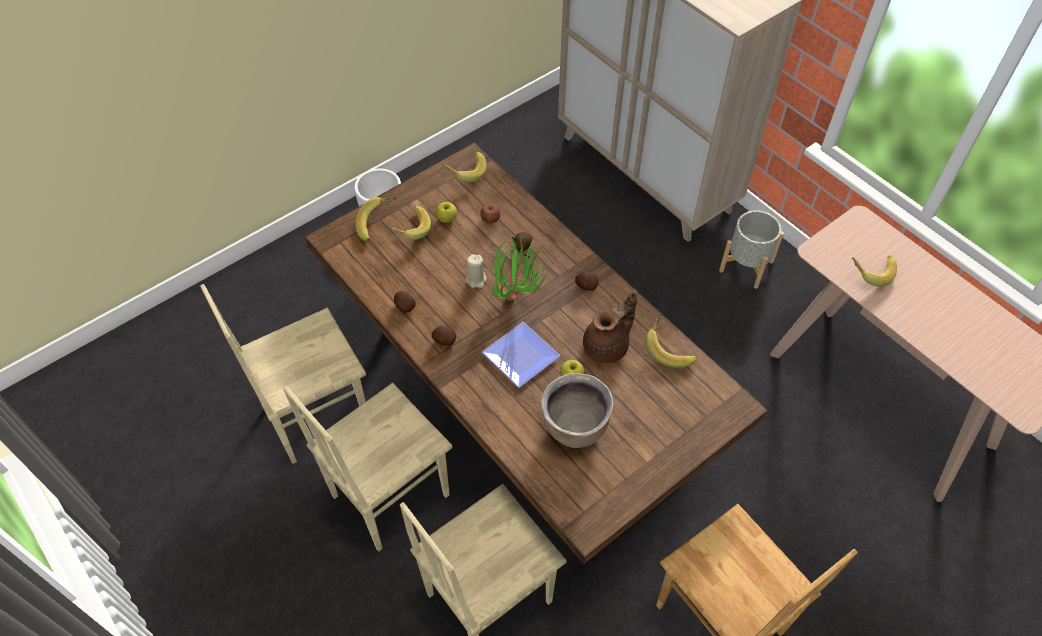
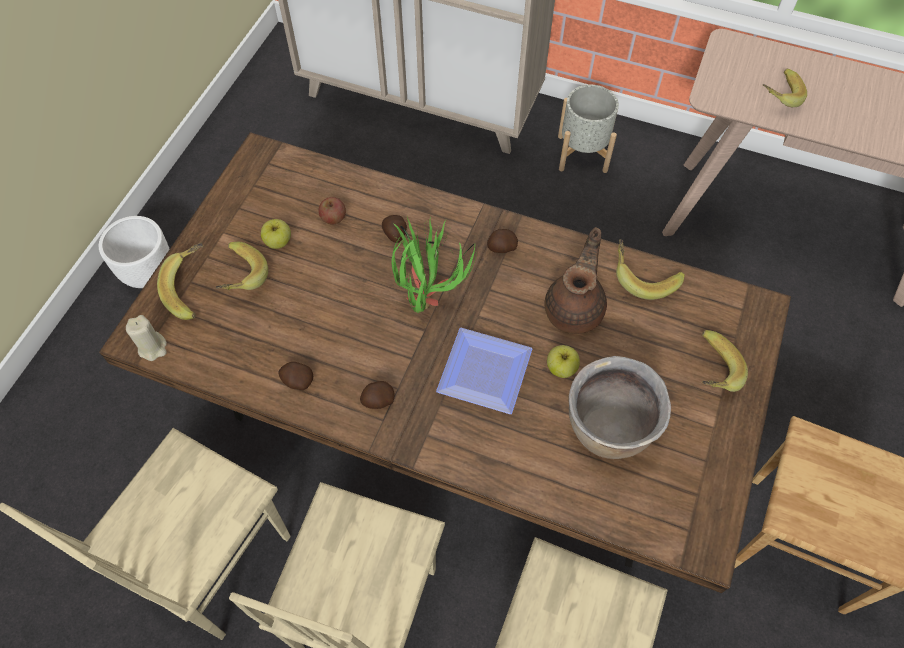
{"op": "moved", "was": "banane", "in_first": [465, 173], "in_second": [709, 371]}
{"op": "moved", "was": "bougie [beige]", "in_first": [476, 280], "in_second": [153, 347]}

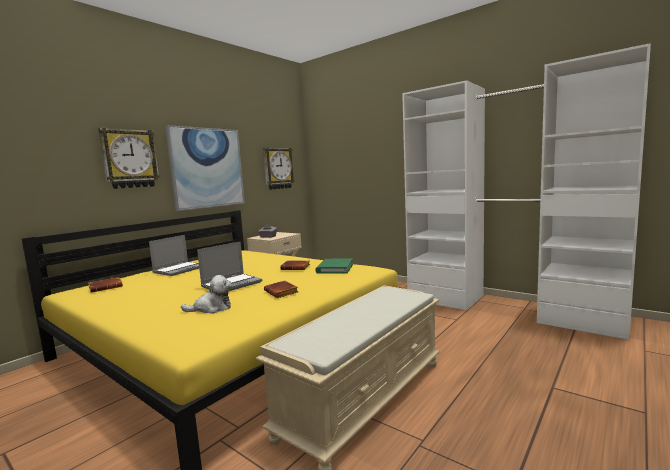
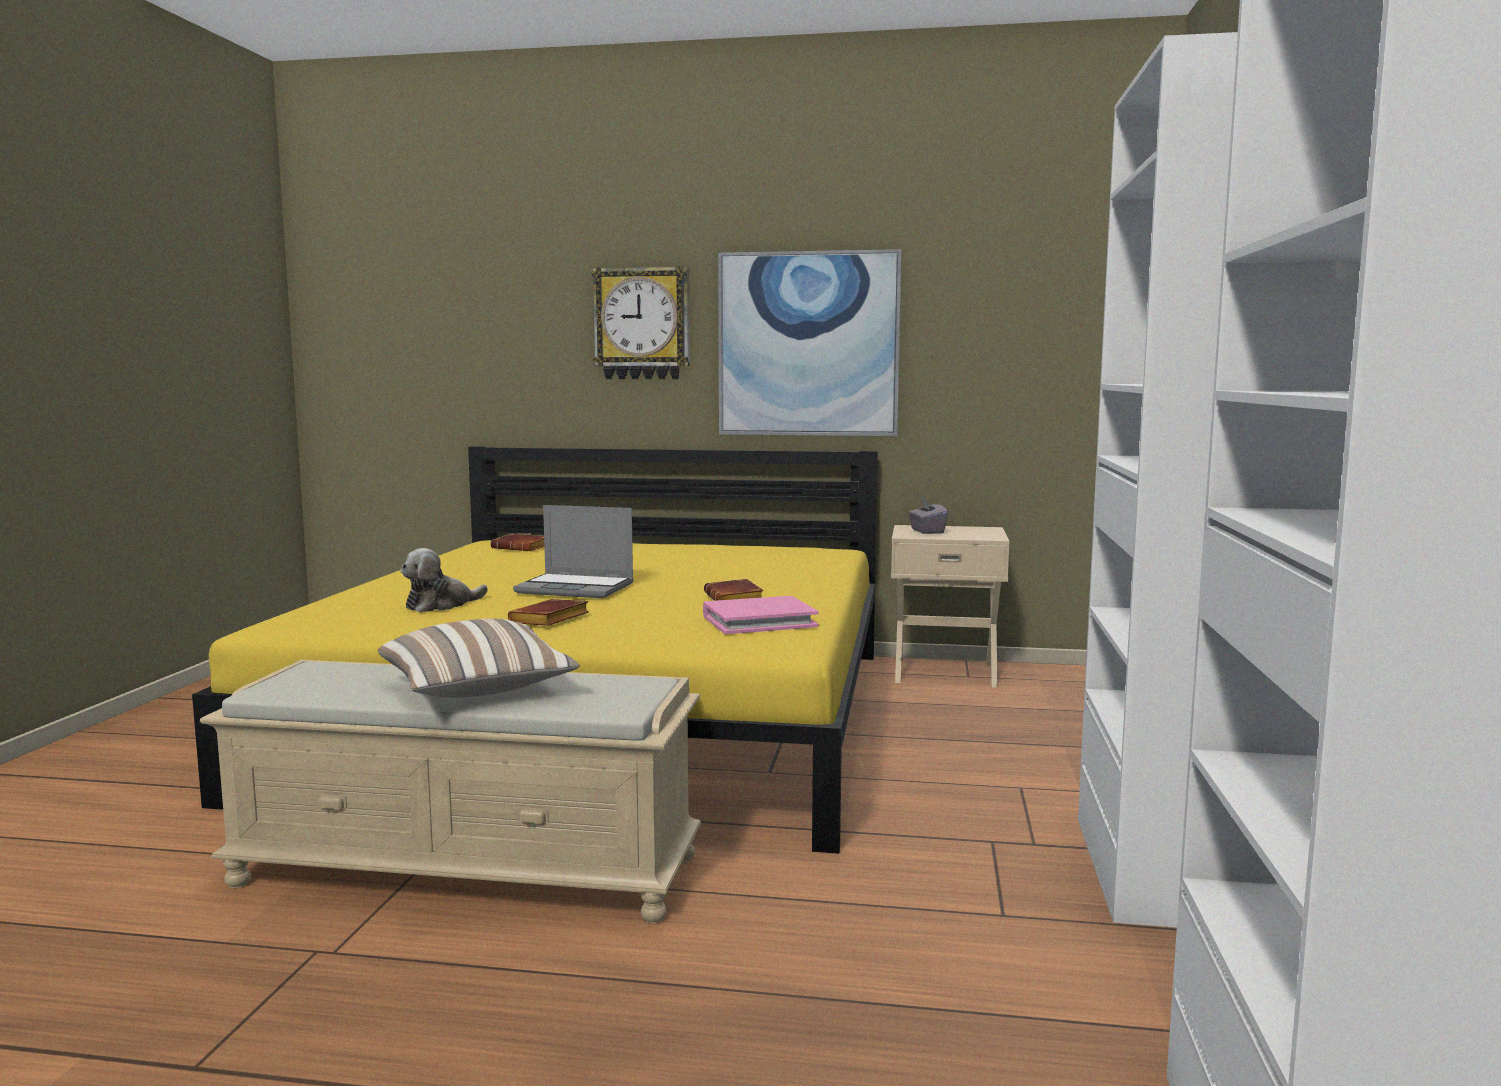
{"op": "removed", "was": "ordinateur portable", "in_first": [179, 269]}
{"op": "removed", "was": "horloge murale", "in_first": [278, 168]}
{"op": "added", "now": "coussin", "in_second": [478, 691]}
{"op": "recoloured", "was": "livre [vert]", "now": "livre [rose]", "in_first": [335, 268], "in_second": [759, 621]}
{"op": "turned", "was": "peluche", "in_first": [212, 308], "in_second": [441, 605], "clockwise": 90}

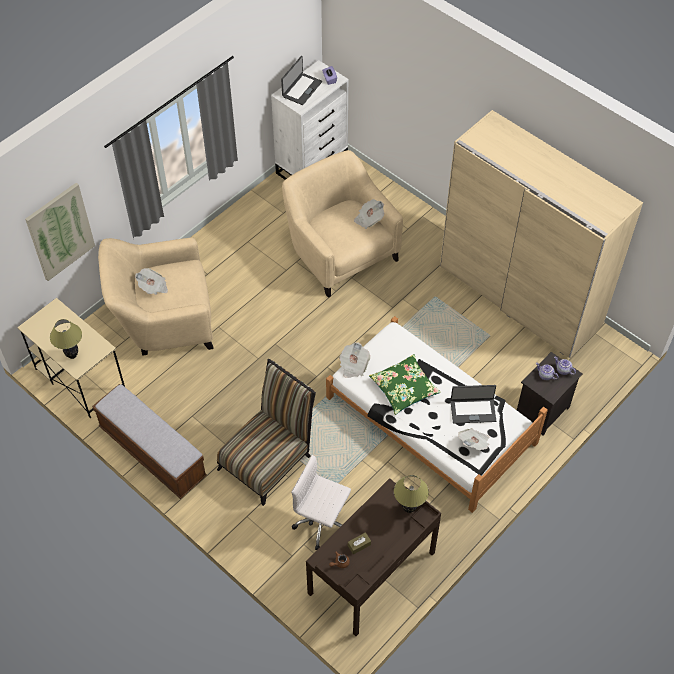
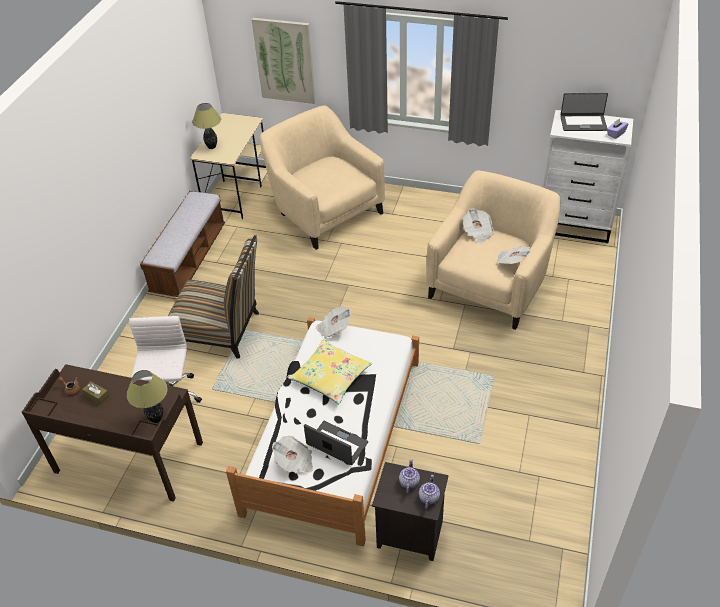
{"op": "removed", "was": "armoire [beige]", "in_first": [520, 295]}
{"op": "moved", "was": "journal", "in_first": [153, 287], "in_second": [477, 232]}
{"op": "recoloured", "was": "coussin [vert]", "now": "coussin [jaune]", "in_first": [404, 388], "in_second": [331, 377]}
{"op": "turned", "was": "ordinateur portable", "in_first": [473, 410], "in_second": [336, 444], "clockwise": 150}

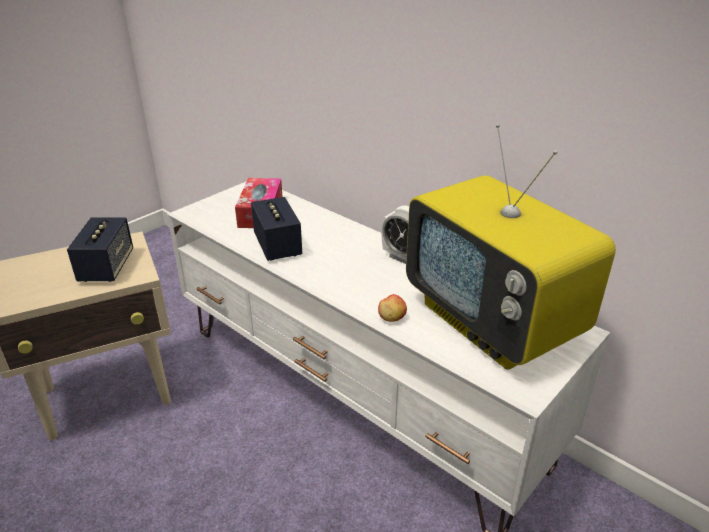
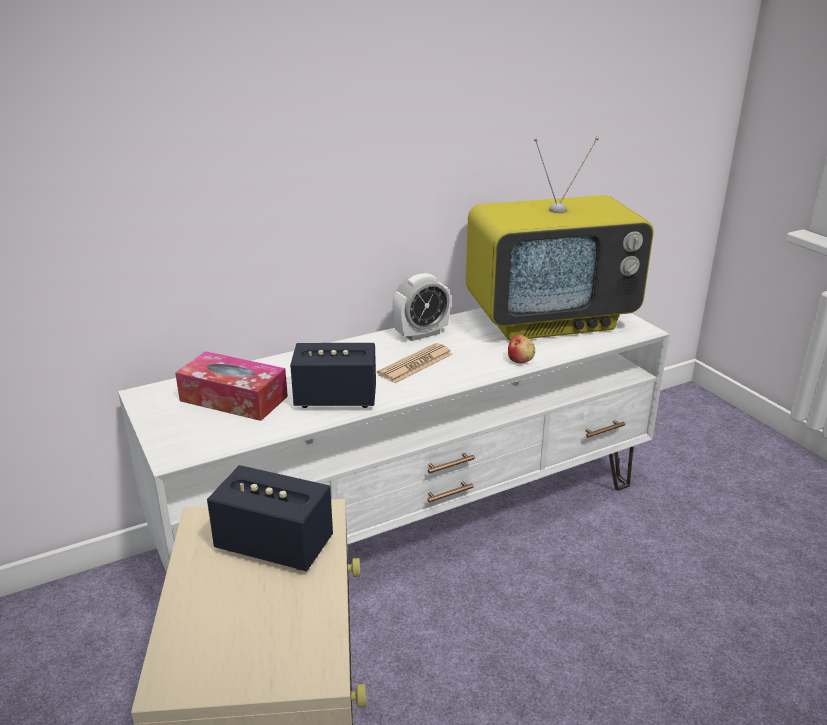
{"op": "added", "now": "journal", "in_second": [415, 364]}

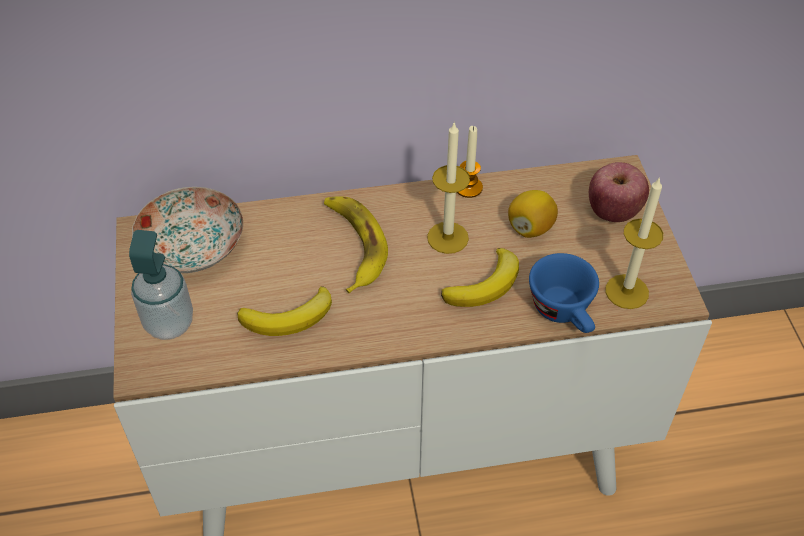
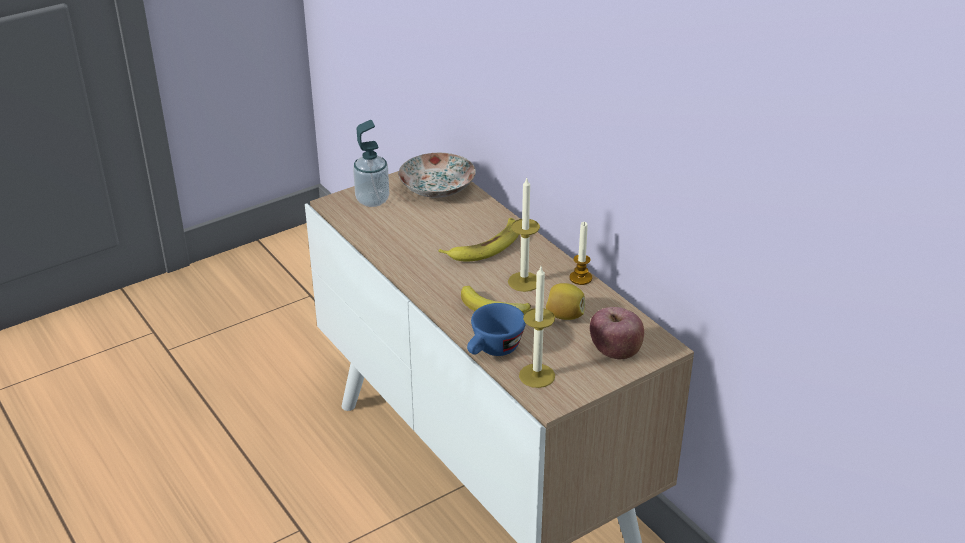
{"op": "removed", "was": "banane", "in_first": [289, 317]}

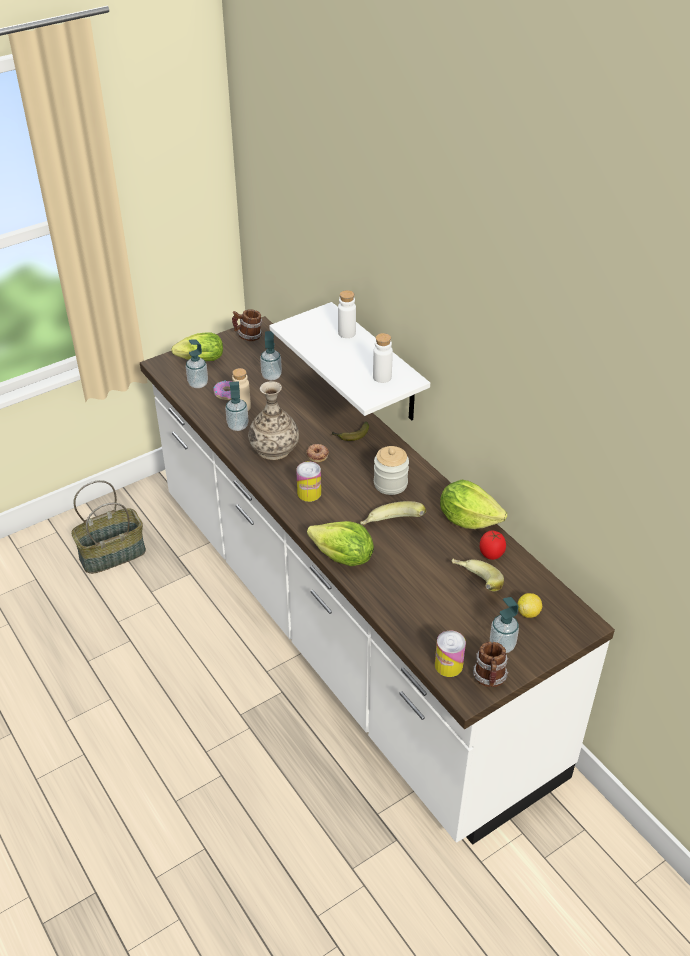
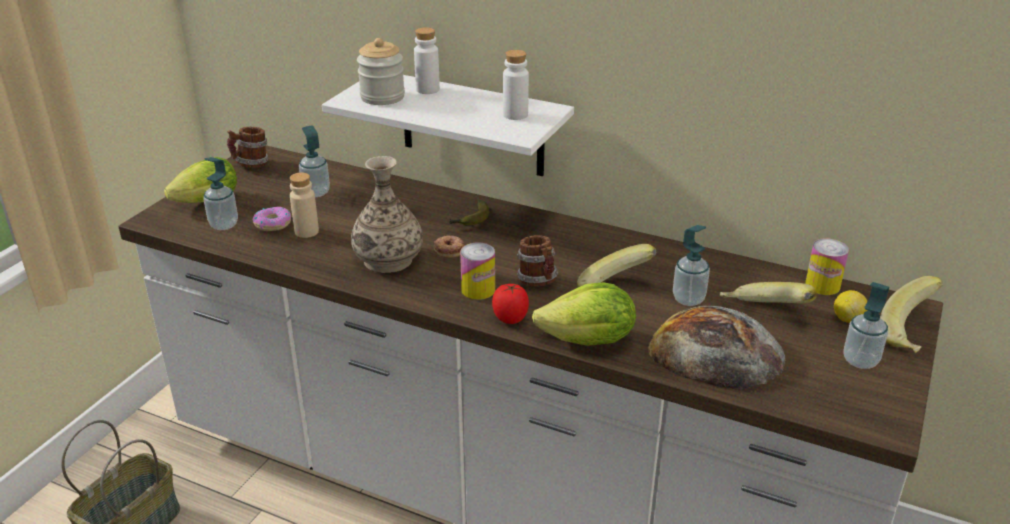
{"op": "removed", "was": "laitue", "in_first": [468, 519]}
{"op": "added", "now": "pain", "in_second": [715, 351]}
{"op": "added", "now": "banane", "in_second": [912, 335]}
{"op": "moved", "was": "distributeur de savon", "in_first": [238, 426], "in_second": [688, 299]}
{"op": "moved", "was": "bocal", "in_first": [390, 484], "in_second": [382, 97]}
{"op": "moved", "was": "boîte métallique", "in_first": [448, 665], "in_second": [822, 285]}
{"op": "moved", "was": "mug", "in_first": [490, 679], "in_second": [539, 281]}
{"op": "moved", "was": "tomate", "in_first": [491, 554], "in_second": [510, 318]}

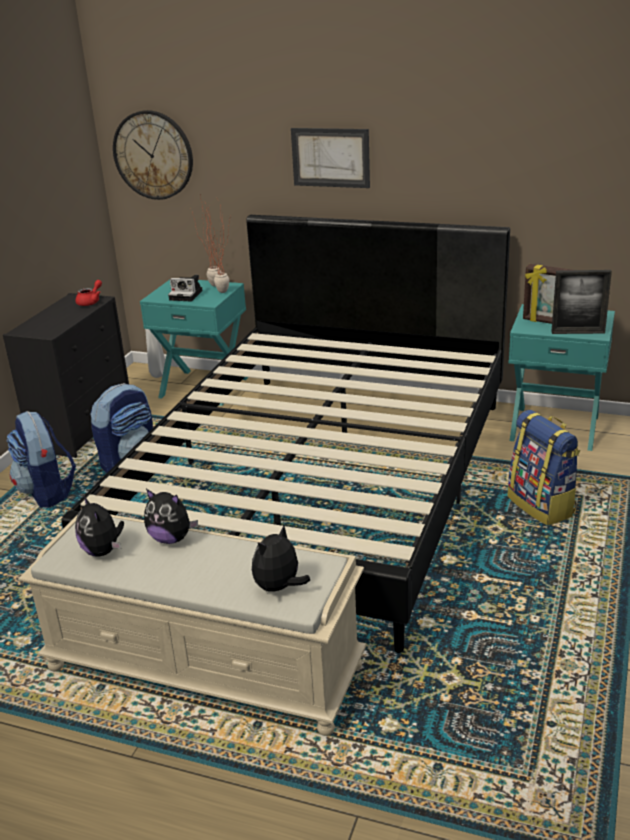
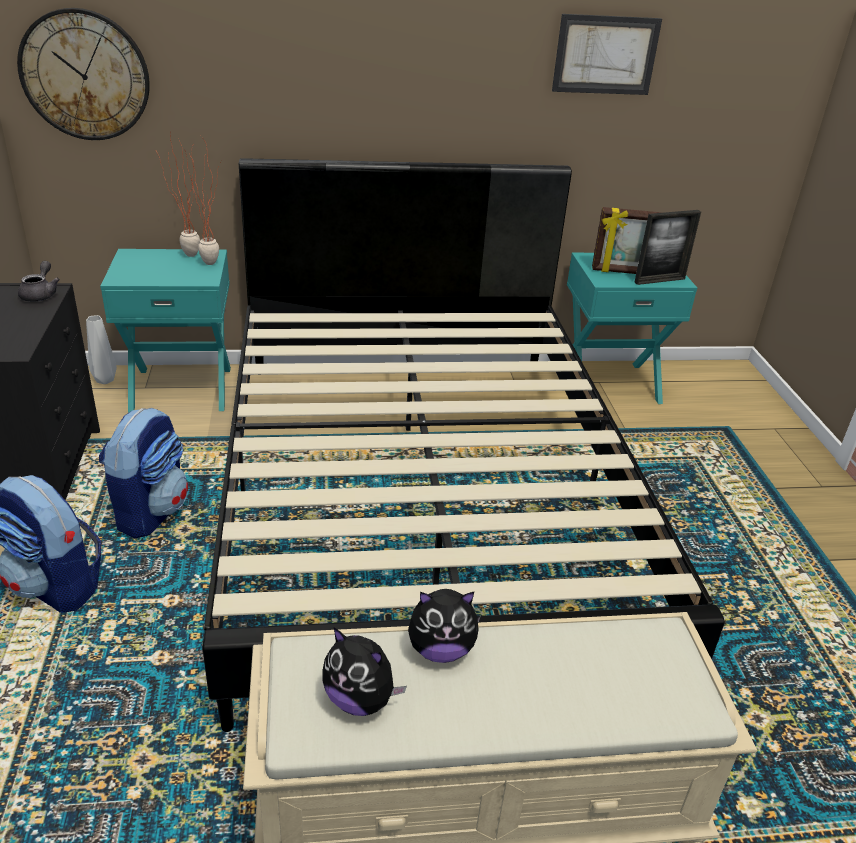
{"op": "removed", "was": "appareil photo", "in_first": [187, 295]}
{"op": "removed", "was": "peluche", "in_first": [279, 588]}
{"op": "removed", "was": "sac à dos", "in_first": [542, 506]}
{"op": "moved", "was": "tableau", "in_first": [330, 157], "in_second": [605, 55]}
{"op": "recoloured", "was": "théière [rouge]", "now": "théière [gris]", "in_first": [90, 302], "in_second": [41, 294]}

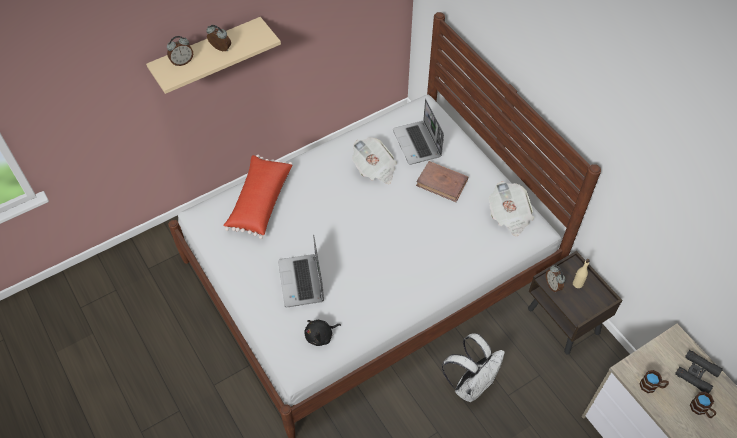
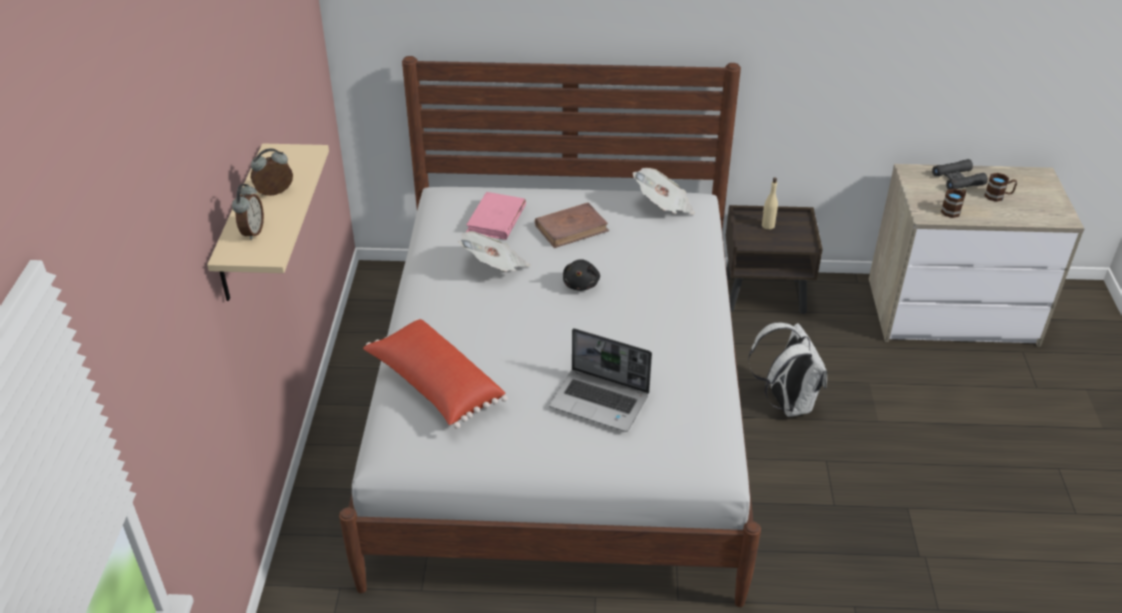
{"op": "removed", "was": "réveil", "in_first": [553, 285]}
{"op": "moved", "was": "peluche [noir]", "in_first": [321, 336], "in_second": [581, 284]}
{"op": "replaced", "was": "ordinateur portable", "now": "livre [rose]", "in_first": [417, 144], "in_second": [496, 219]}

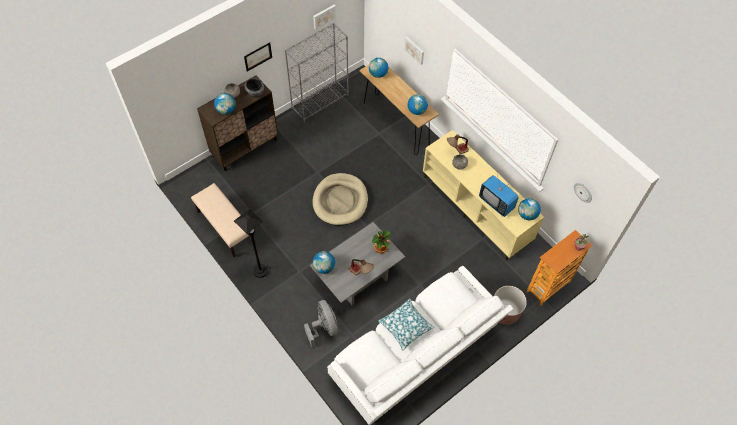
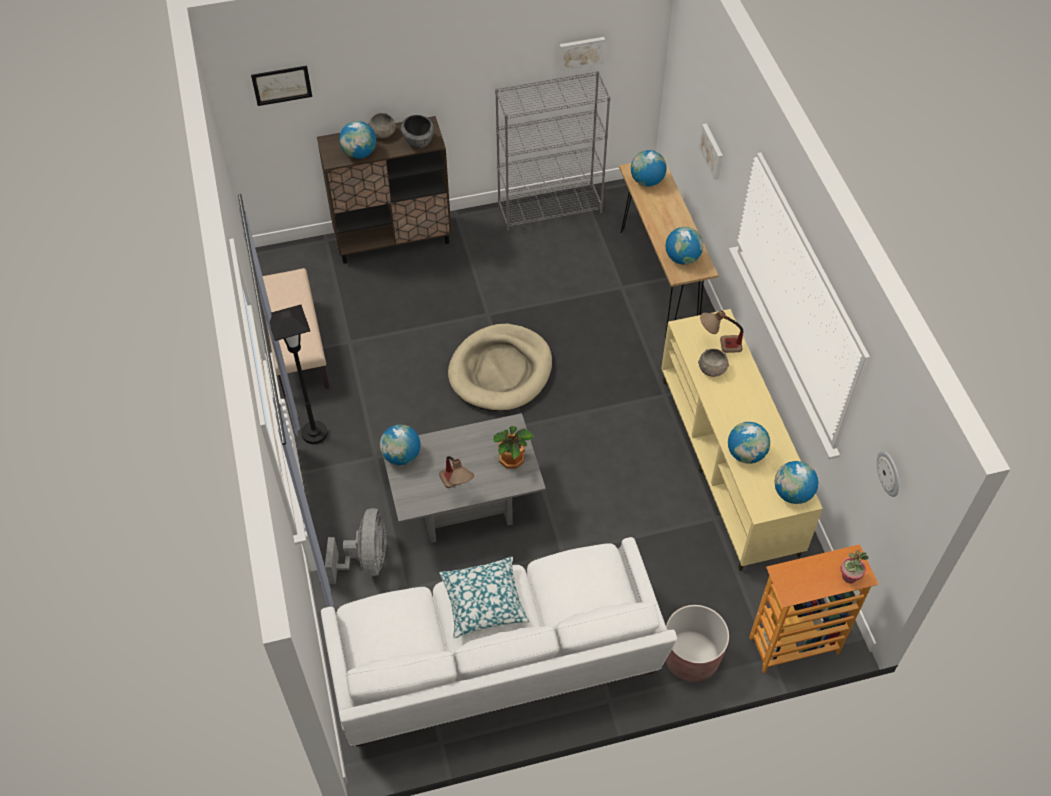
{"op": "moved", "was": "tableau", "in_first": [258, 56], "in_second": [282, 85]}
{"op": "replaced", "was": "téléviseur", "now": "globe", "in_first": [496, 203], "in_second": [746, 454]}

